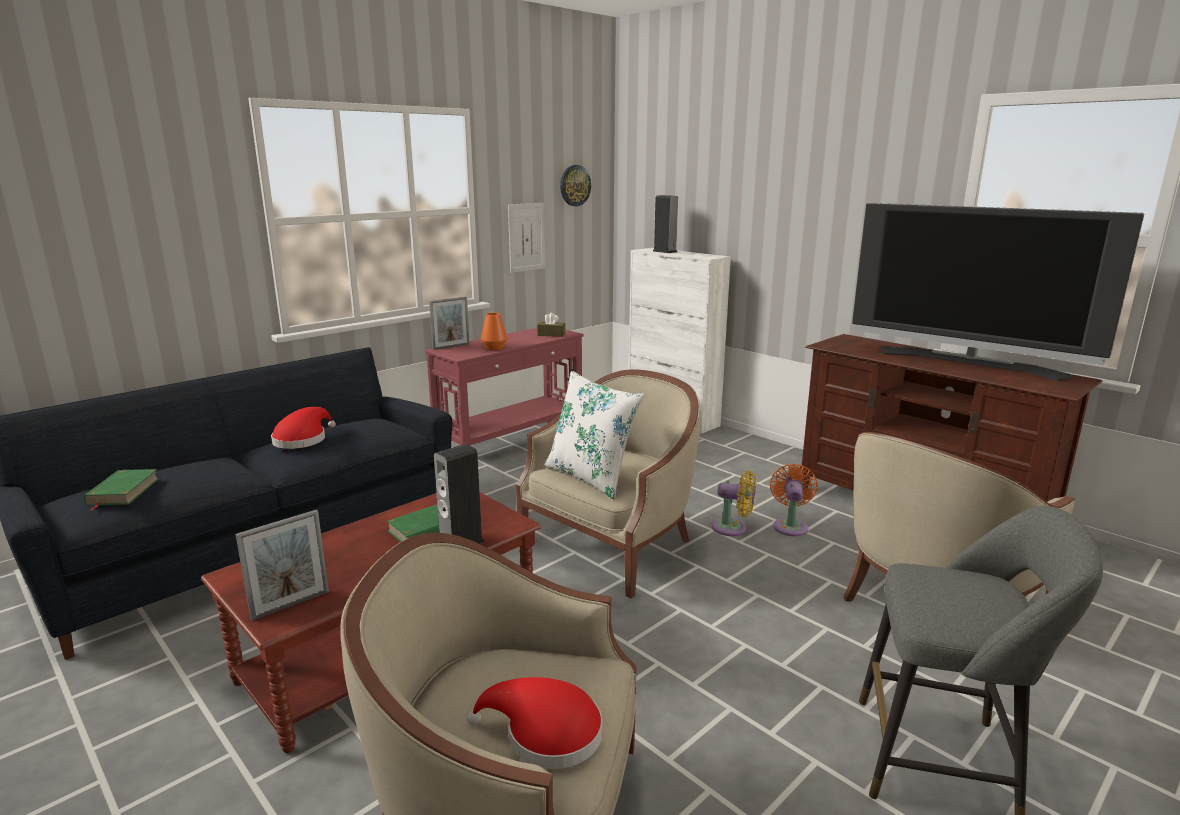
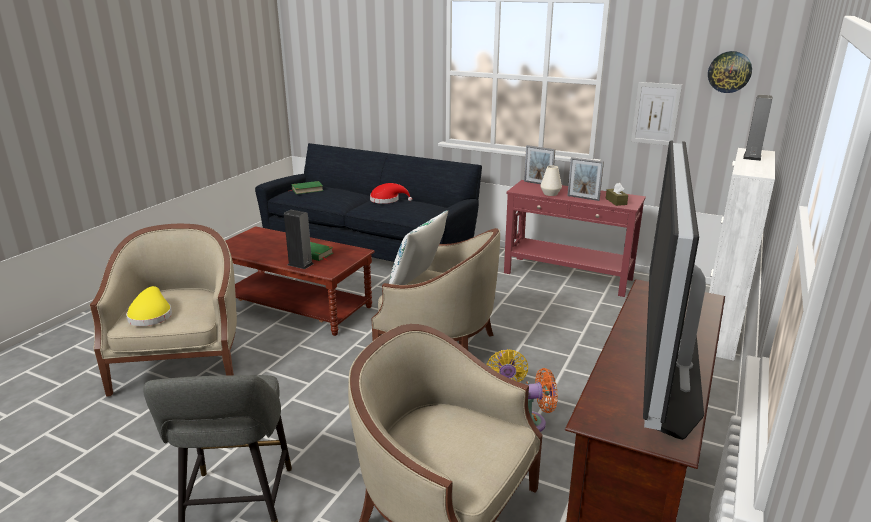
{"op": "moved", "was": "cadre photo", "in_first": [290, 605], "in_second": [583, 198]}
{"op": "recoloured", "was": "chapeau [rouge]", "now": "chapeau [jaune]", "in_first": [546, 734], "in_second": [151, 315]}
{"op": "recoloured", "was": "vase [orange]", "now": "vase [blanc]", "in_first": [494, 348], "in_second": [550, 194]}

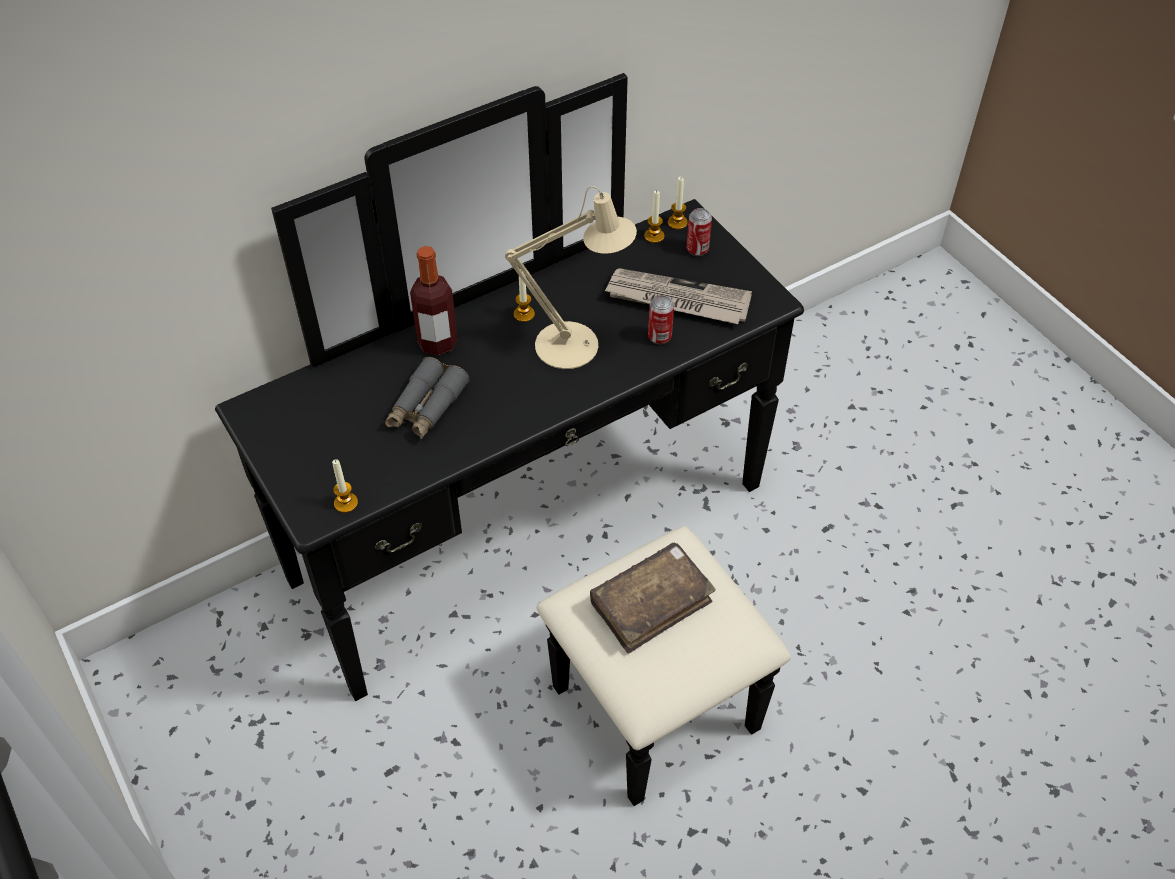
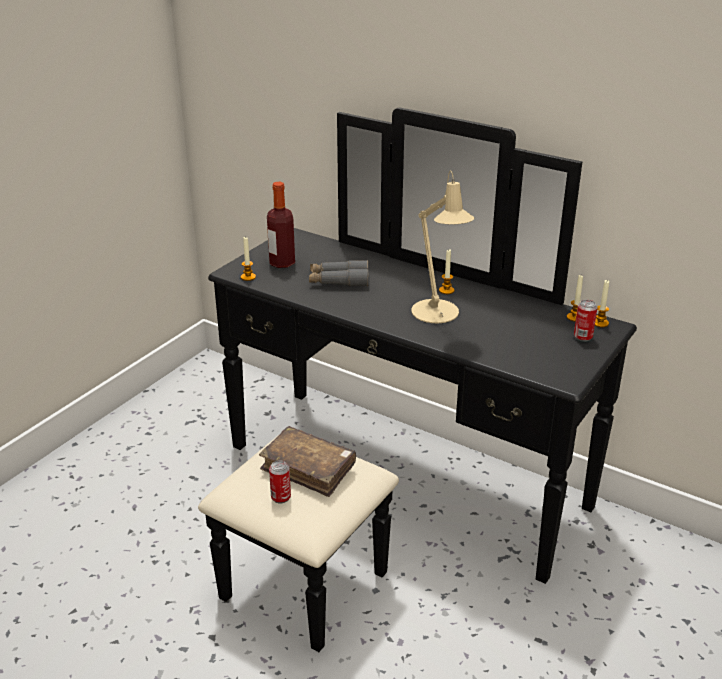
{"op": "removed", "was": "journal", "in_first": [677, 300]}
{"op": "moved", "was": "bouteille", "in_first": [437, 342], "in_second": [282, 263]}
{"op": "moved", "was": "boîte métallique", "in_first": [659, 337], "in_second": [281, 497]}

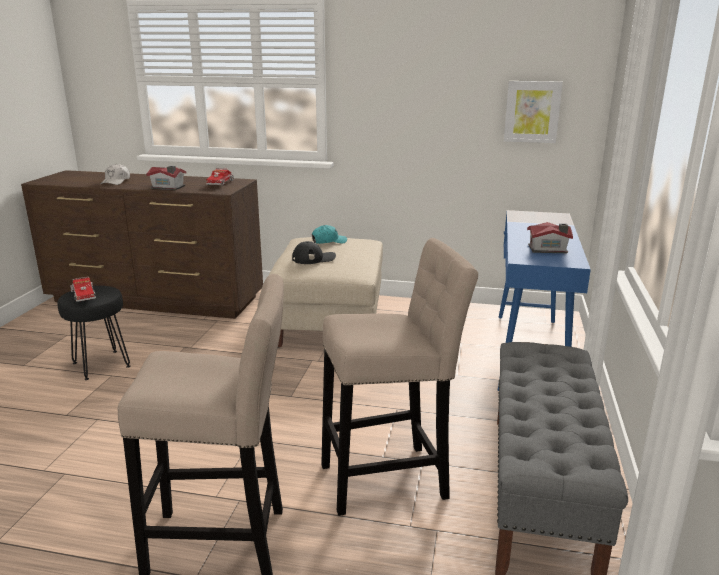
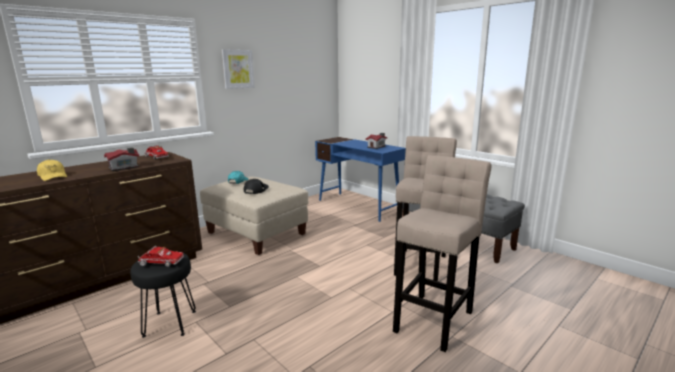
{"op": "moved", "was": "tableau", "in_first": [532, 111], "in_second": [238, 69]}
{"op": "recoloured", "was": "casquette [blanc]", "now": "casquette [jaune]", "in_first": [116, 181], "in_second": [53, 176]}

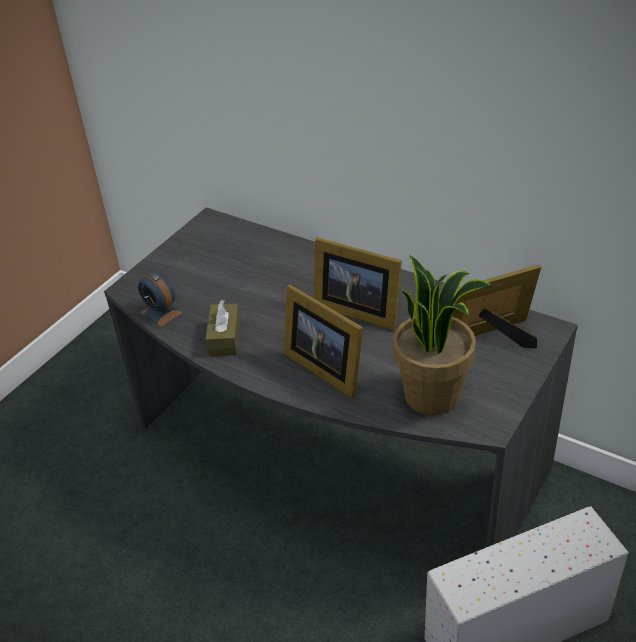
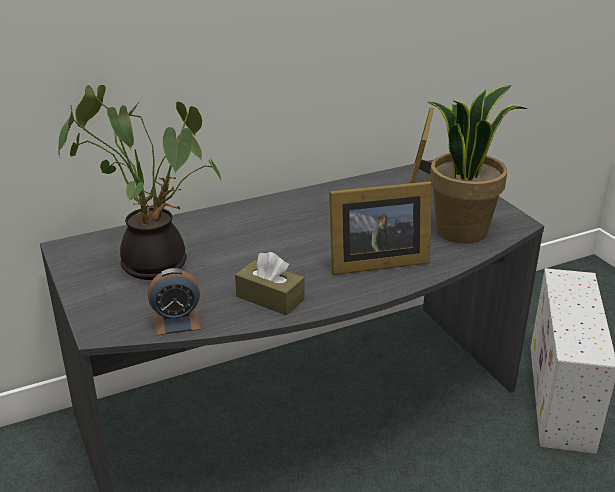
{"op": "removed", "was": "cadre photo", "in_first": [356, 309]}
{"op": "added", "now": "plante en pot", "in_second": [156, 262]}

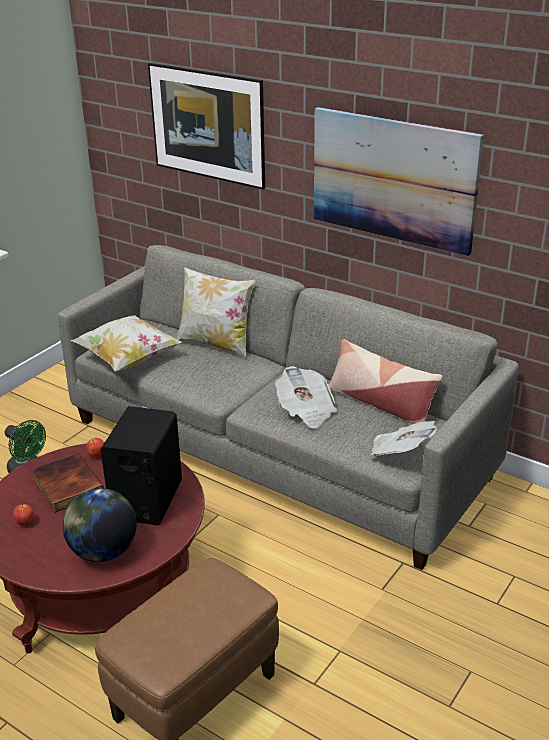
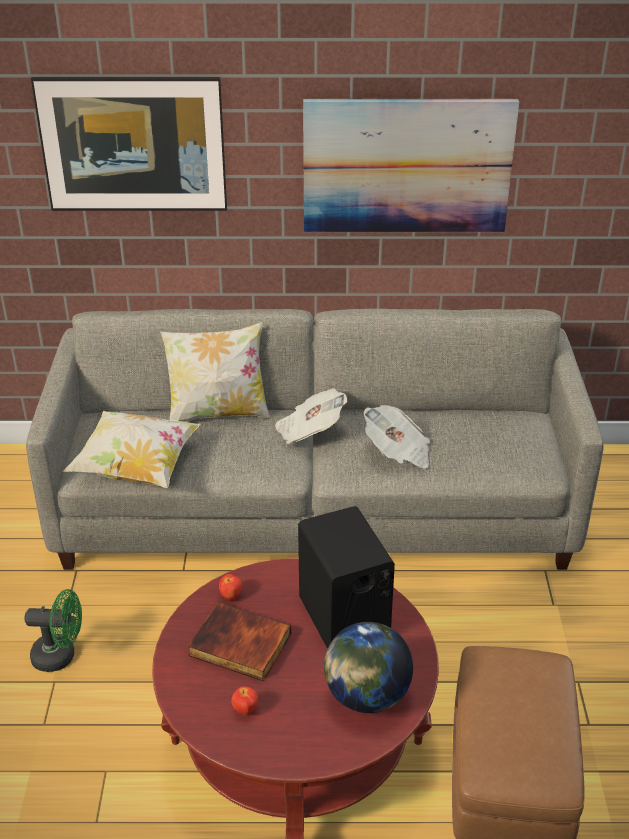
{"op": "removed", "was": "coussin", "in_first": [380, 404]}
{"op": "moved", "was": "journal", "in_first": [400, 452], "in_second": [309, 431]}

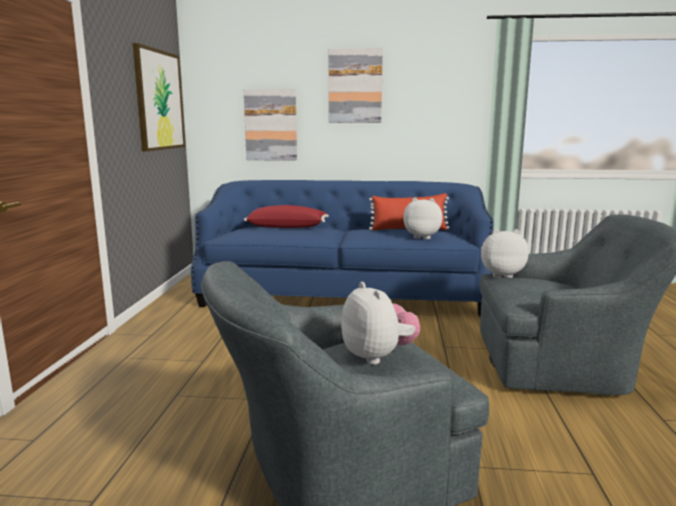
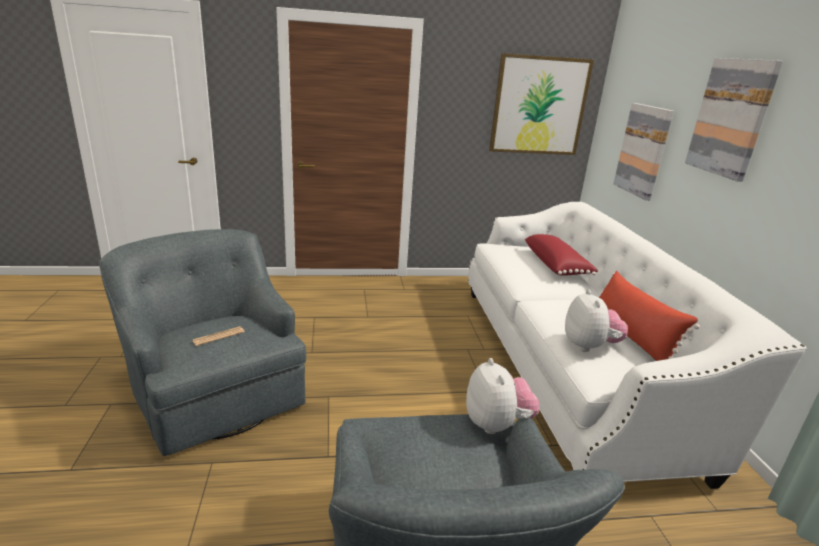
{"op": "replaced", "was": "peluche", "now": "journal", "in_first": [378, 356], "in_second": [218, 336]}
{"op": "recoloured", "was": "canapé [bleu]", "now": "canapé [blanc]", "in_first": [343, 294], "in_second": [567, 366]}

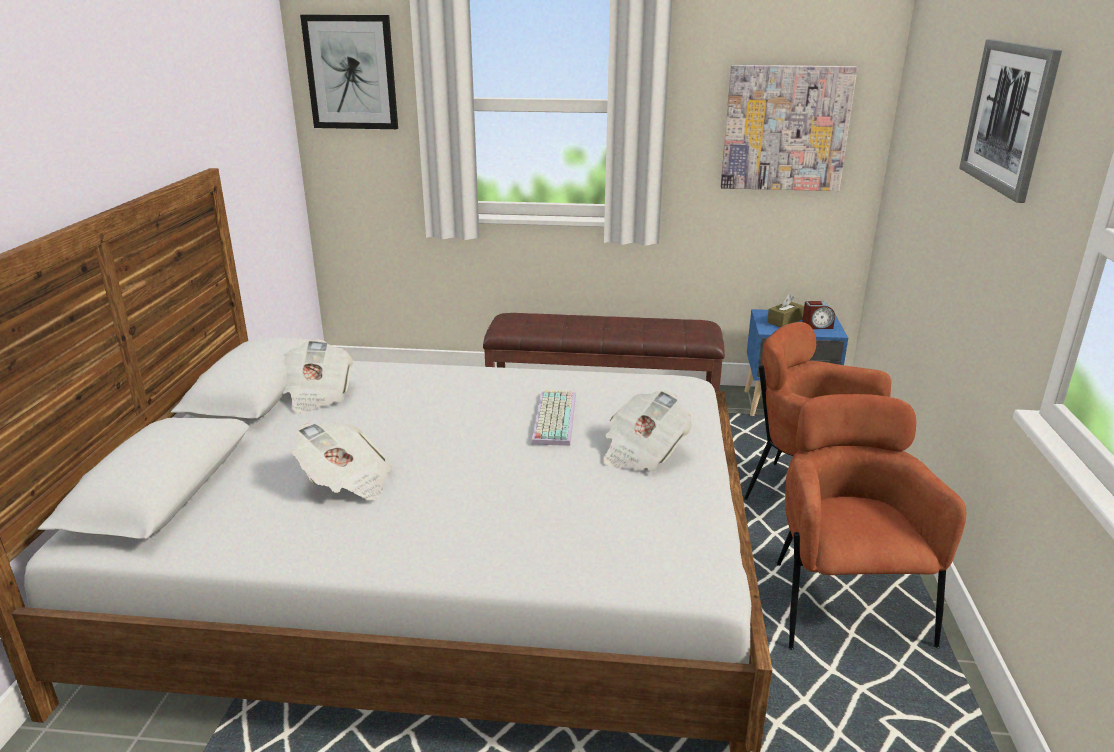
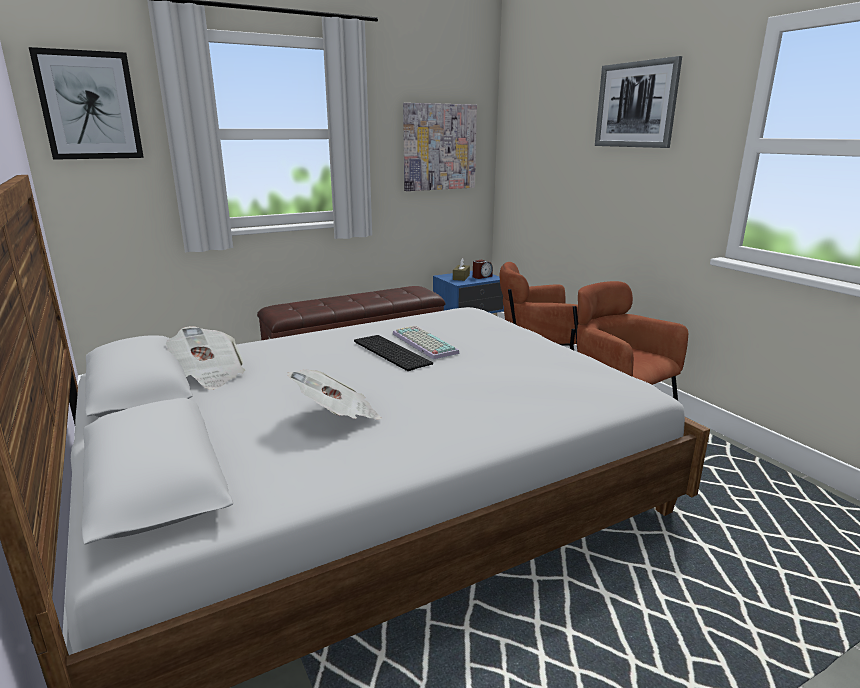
{"op": "removed", "was": "journal", "in_first": [642, 452]}
{"op": "added", "now": "clavier", "in_second": [389, 352]}

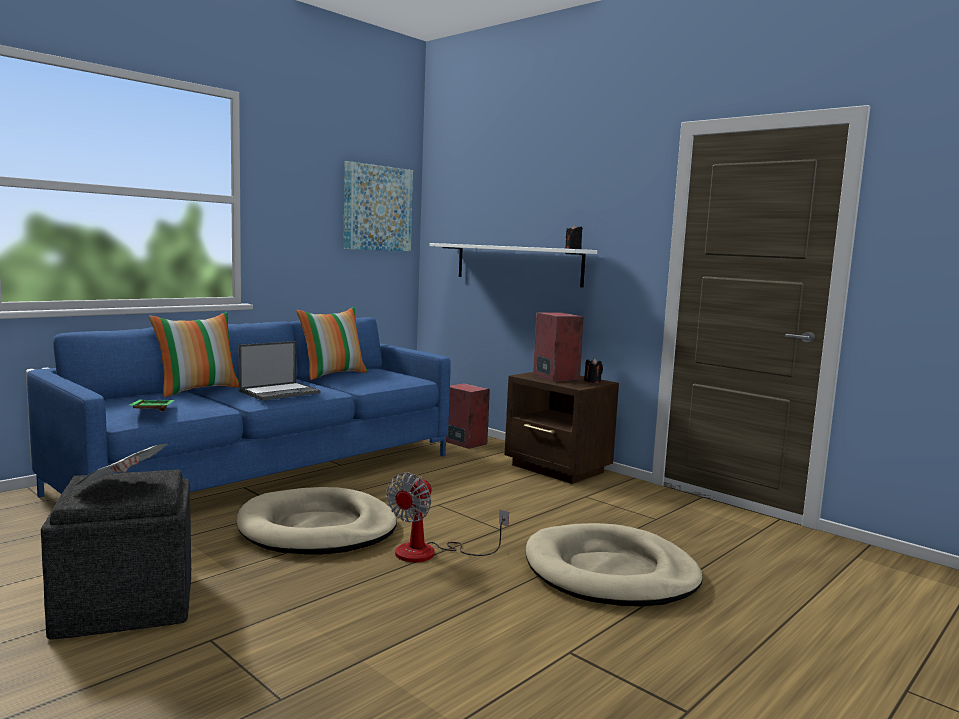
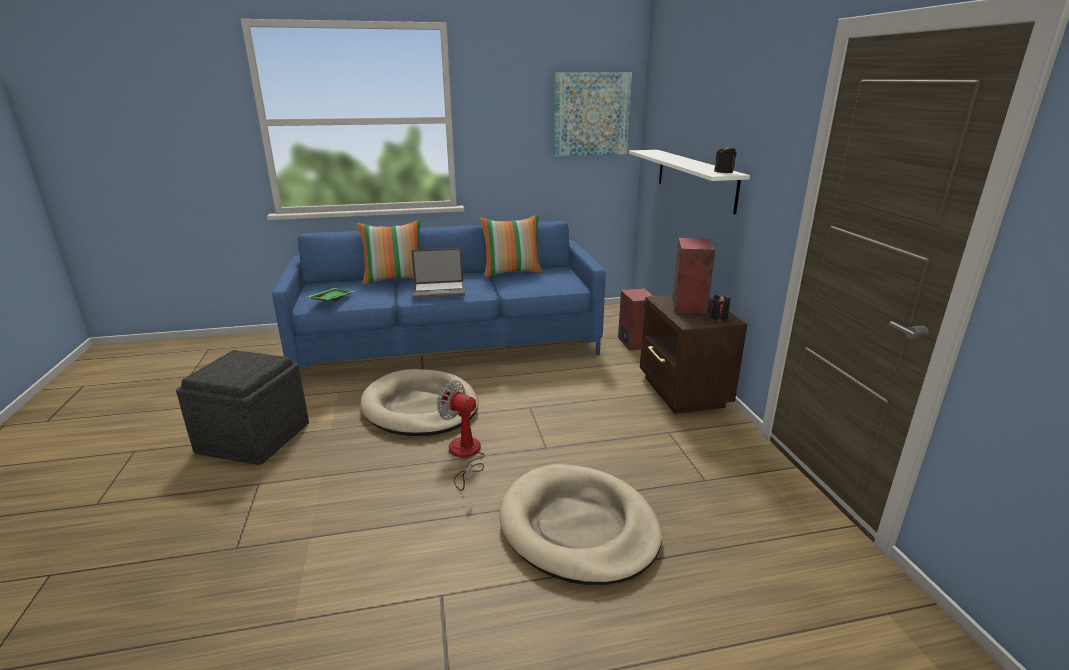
{"op": "removed", "was": "journal", "in_first": [120, 488]}
{"op": "turned", "was": "ventilateur", "in_first": [430, 553], "in_second": [465, 455], "clockwise": 60}

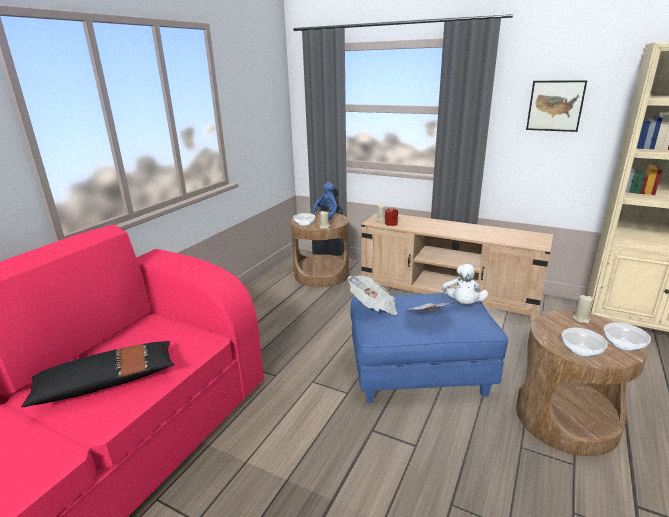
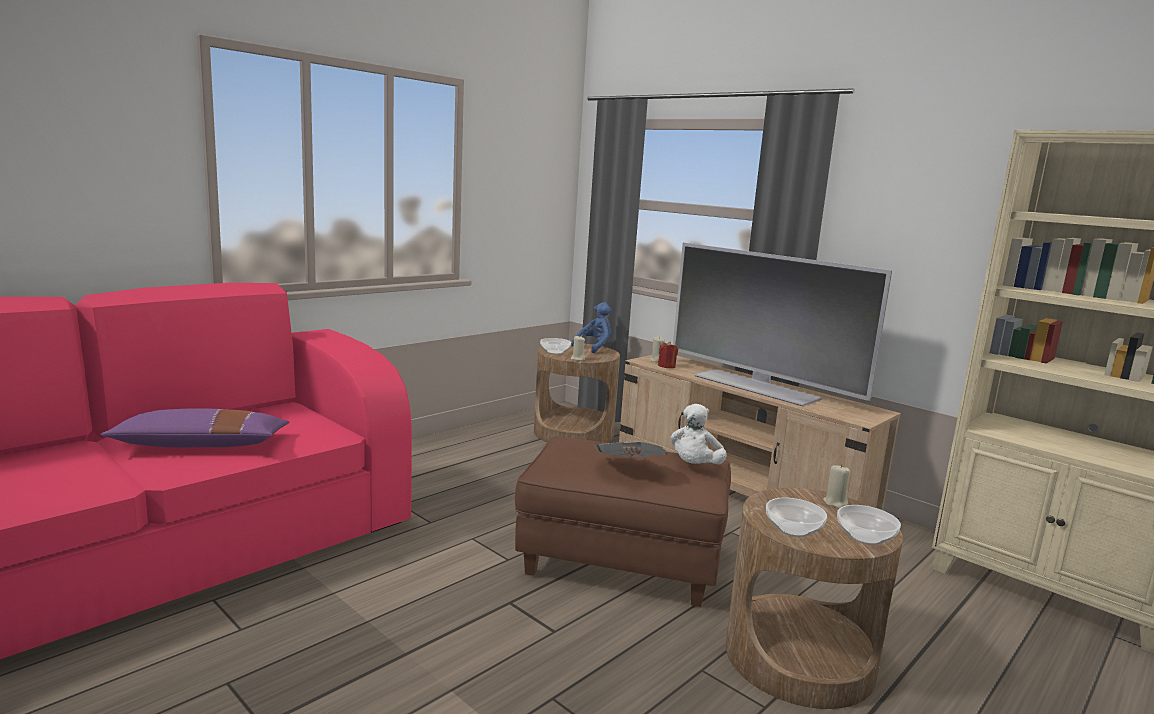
{"op": "removed", "was": "journal", "in_first": [373, 307]}
{"op": "removed", "was": "tableau", "in_first": [555, 106]}
{"op": "added", "now": "téléviseur", "in_second": [757, 387]}
{"op": "recoloured", "was": "coussin [noir]", "now": "coussin [violet]", "in_first": [107, 383], "in_second": [201, 445]}
{"op": "recoloured", "was": "pouf [bleu]", "now": "pouf [marron]", "in_first": [418, 374], "in_second": [621, 563]}

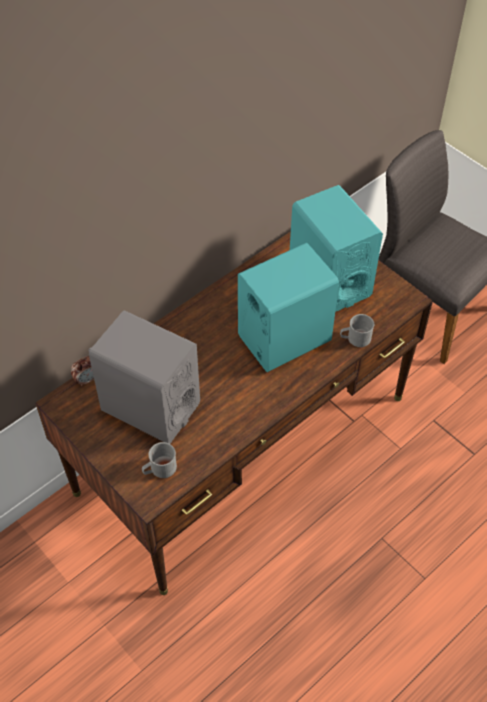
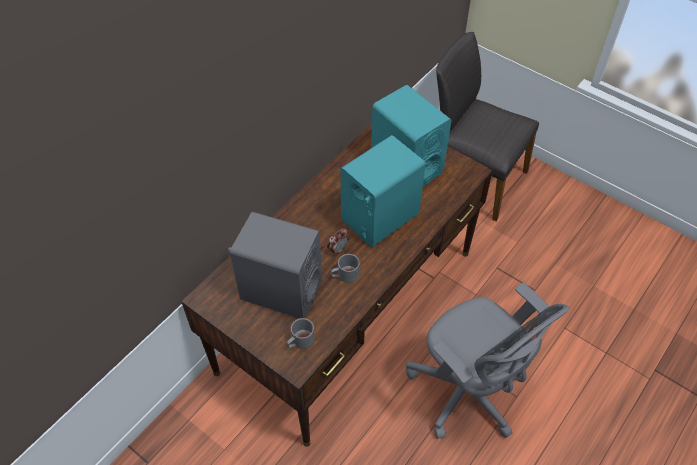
{"op": "added", "now": "chaise de bureau [gris]", "in_second": [468, 393]}
{"op": "moved", "was": "réveil", "in_first": [87, 380], "in_second": [338, 249]}
{"op": "moved", "was": "mug [gris]", "in_first": [355, 338], "in_second": [345, 275]}

